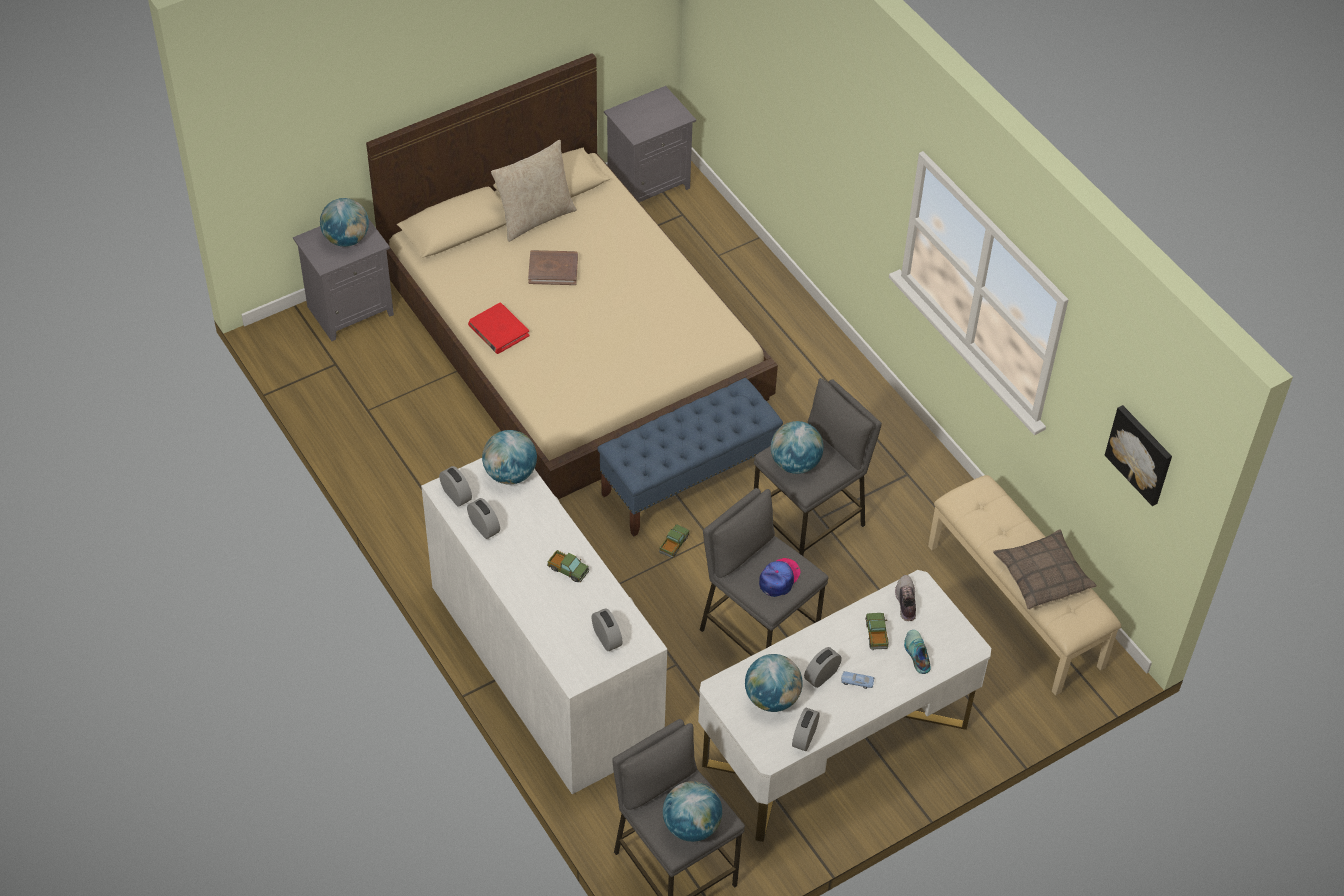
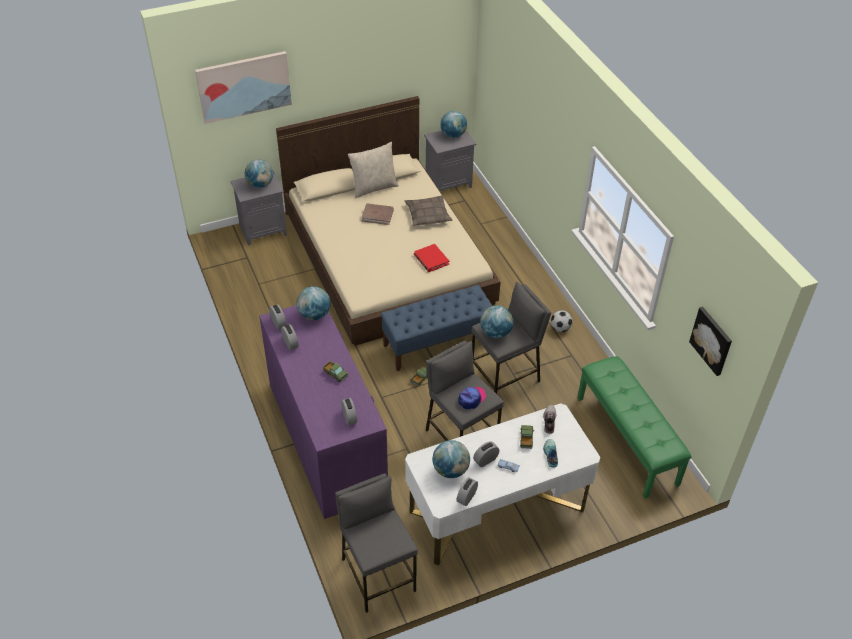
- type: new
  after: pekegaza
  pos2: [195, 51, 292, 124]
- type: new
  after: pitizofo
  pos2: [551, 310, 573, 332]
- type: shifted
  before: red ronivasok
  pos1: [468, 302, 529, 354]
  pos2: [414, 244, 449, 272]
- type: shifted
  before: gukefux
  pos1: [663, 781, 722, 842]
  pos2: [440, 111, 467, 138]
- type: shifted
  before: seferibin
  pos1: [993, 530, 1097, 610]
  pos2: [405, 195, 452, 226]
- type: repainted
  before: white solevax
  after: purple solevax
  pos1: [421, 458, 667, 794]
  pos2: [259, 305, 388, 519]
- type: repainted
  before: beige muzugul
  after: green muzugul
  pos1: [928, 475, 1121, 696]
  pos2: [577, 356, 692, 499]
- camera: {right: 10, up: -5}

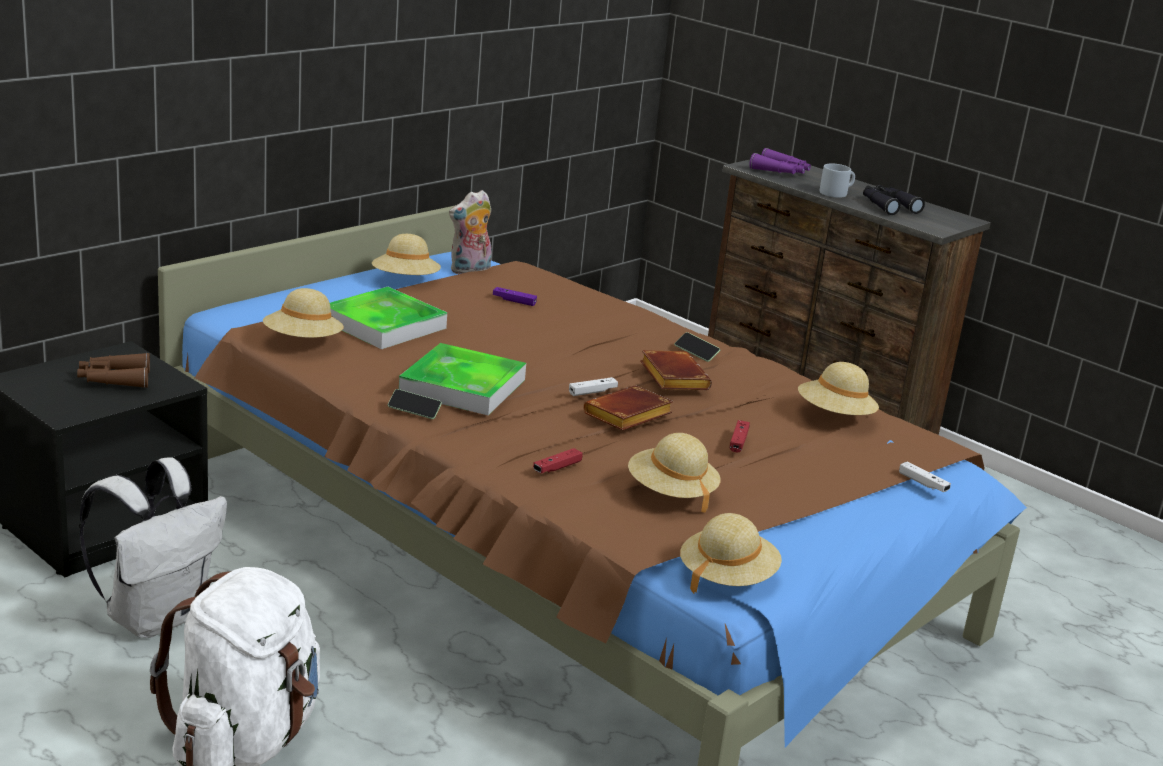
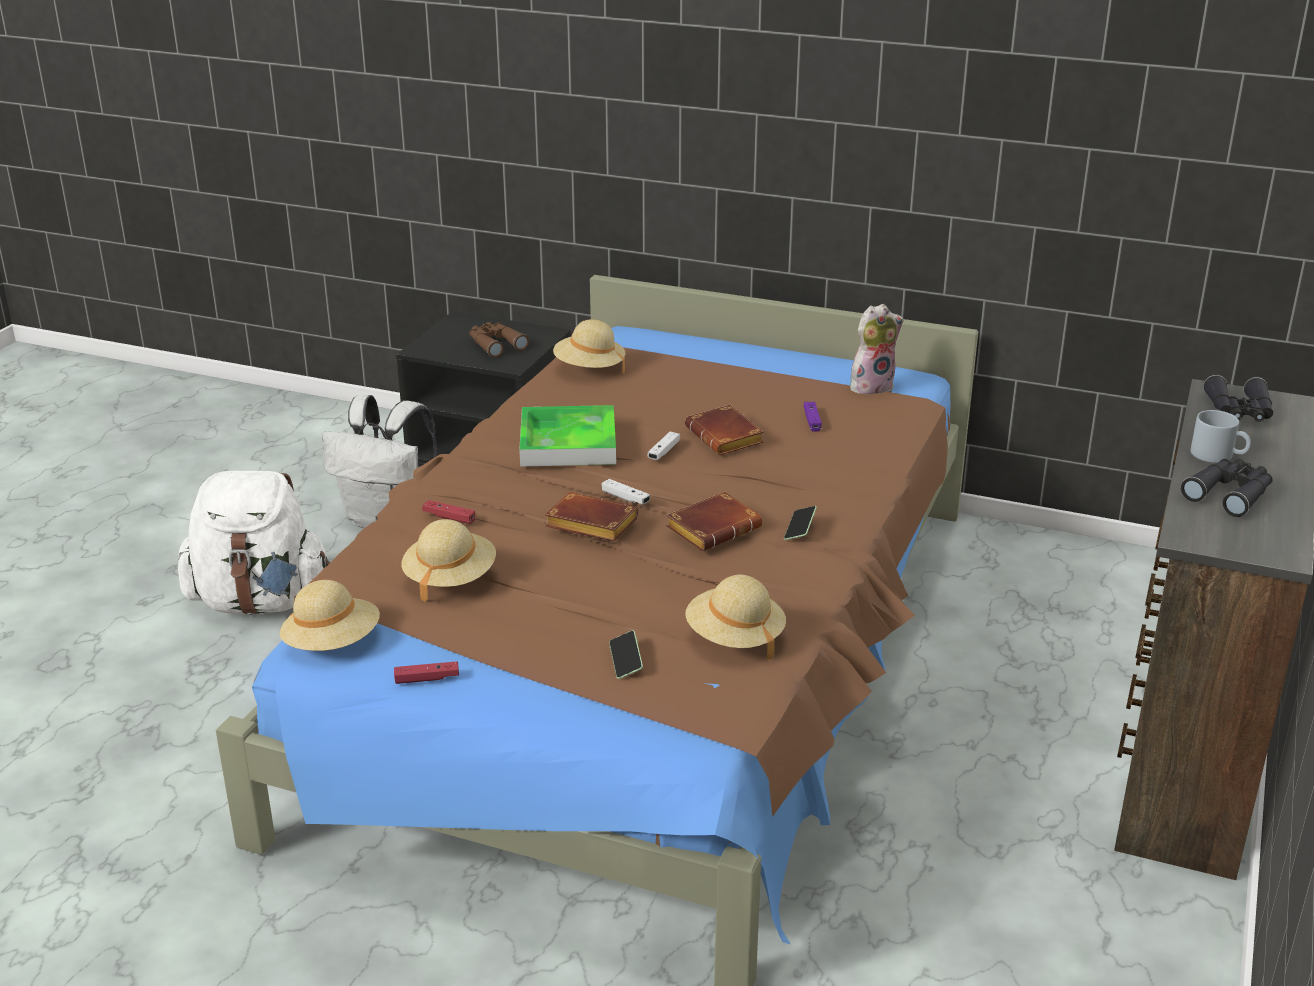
- type: gone
  before: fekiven
  pos1: [330, 287, 447, 349]
- type: gone
  before: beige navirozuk
  pos1: [372, 234, 441, 275]
- type: new
  after: brown ronivasok
  pos2: [685, 405, 764, 455]
- type: shifted
  before: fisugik
  pos1: [388, 389, 442, 419]
  pos2: [609, 630, 643, 679]
- type: shifted
  before: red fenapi
  pos1: [730, 420, 750, 453]
  pos2: [394, 661, 459, 684]
- type: shifted
  before: white fenapi
  pos1: [899, 461, 951, 492]
  pos2: [648, 432, 680, 460]
- type: repainted
  before: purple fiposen
  after: black fiposen
  pos1: [749, 148, 811, 174]
  pos2: [1203, 374, 1273, 422]
- type: rotated
  before: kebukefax
  pos1: [449, 190, 492, 274]
  pos2: [850, 304, 904, 394]
  turn: 120
- camera: {right: 70, up: 5}

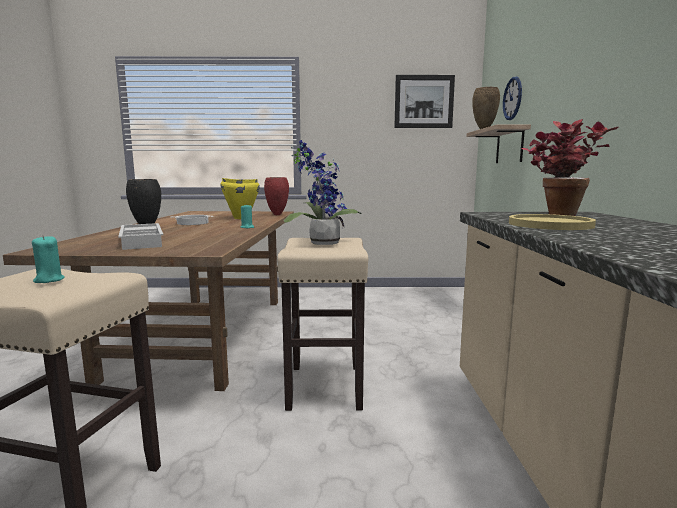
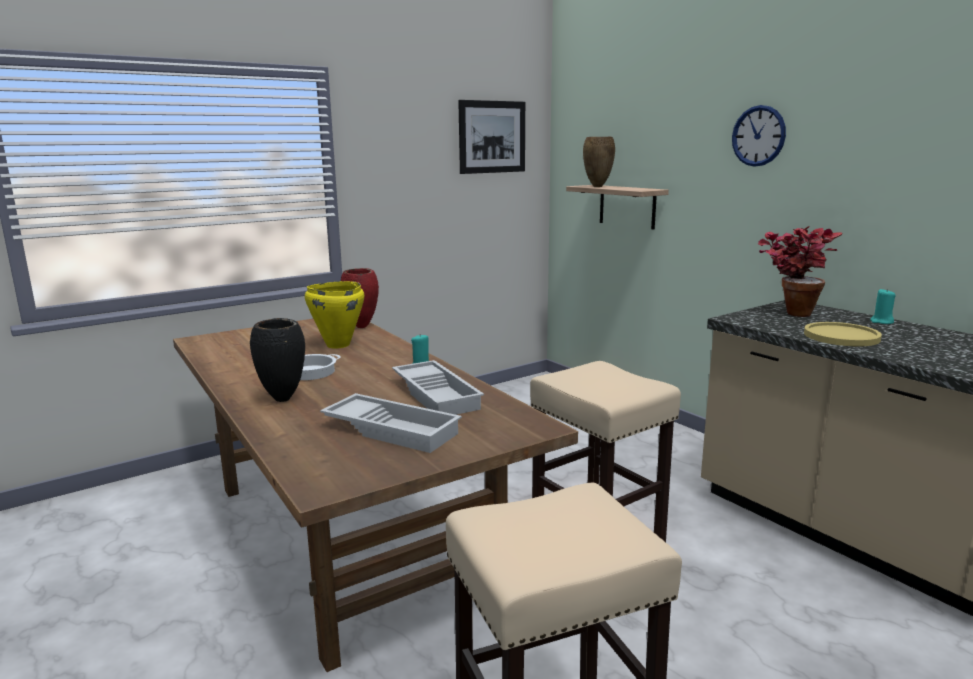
- type: gone
  before: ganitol
  pos1: [284, 140, 362, 245]
- type: new
  after: white fekiven
  pos2: [392, 360, 484, 415]
- type: shifted
  before: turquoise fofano
  pos1: [32, 235, 65, 283]
  pos2: [870, 289, 896, 324]
- type: shifted
  before: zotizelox
  pos1: [503, 77, 522, 120]
  pos2: [732, 105, 786, 167]
- camera: {right: -35, up: 5}

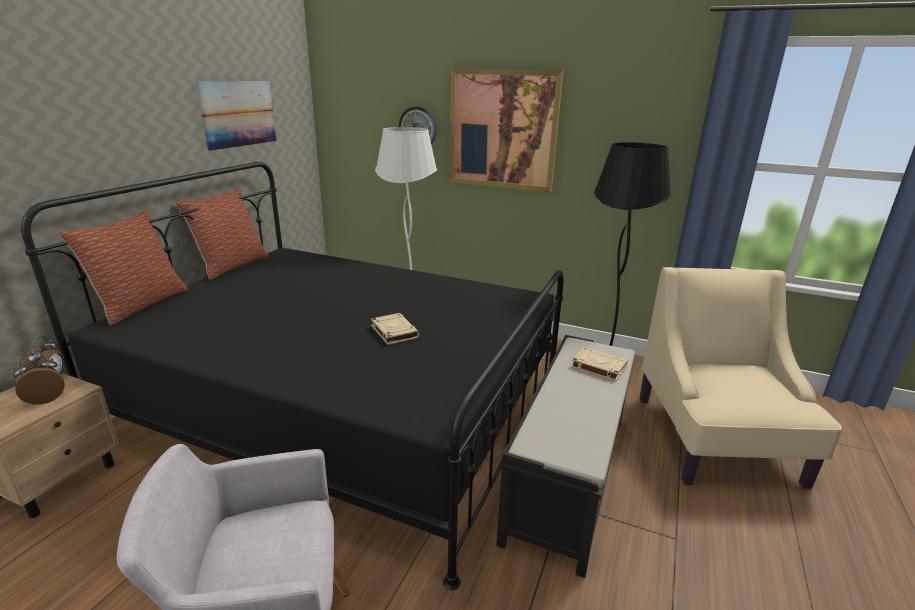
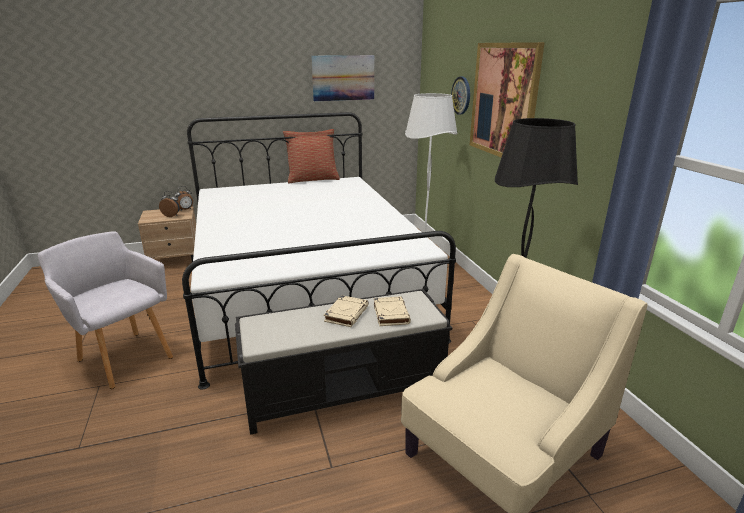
- type: gone
  before: seferibin
  pos1: [59, 210, 188, 326]
- type: shifted
  before: beige ronivasok
  pos1: [371, 313, 420, 345]
  pos2: [324, 295, 369, 327]
- type: repainted
  before: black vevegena
  after: white vevegena
  pos1: [21, 162, 563, 590]
  pos2: [182, 112, 456, 390]
- camera: {right: 50, up: 0}

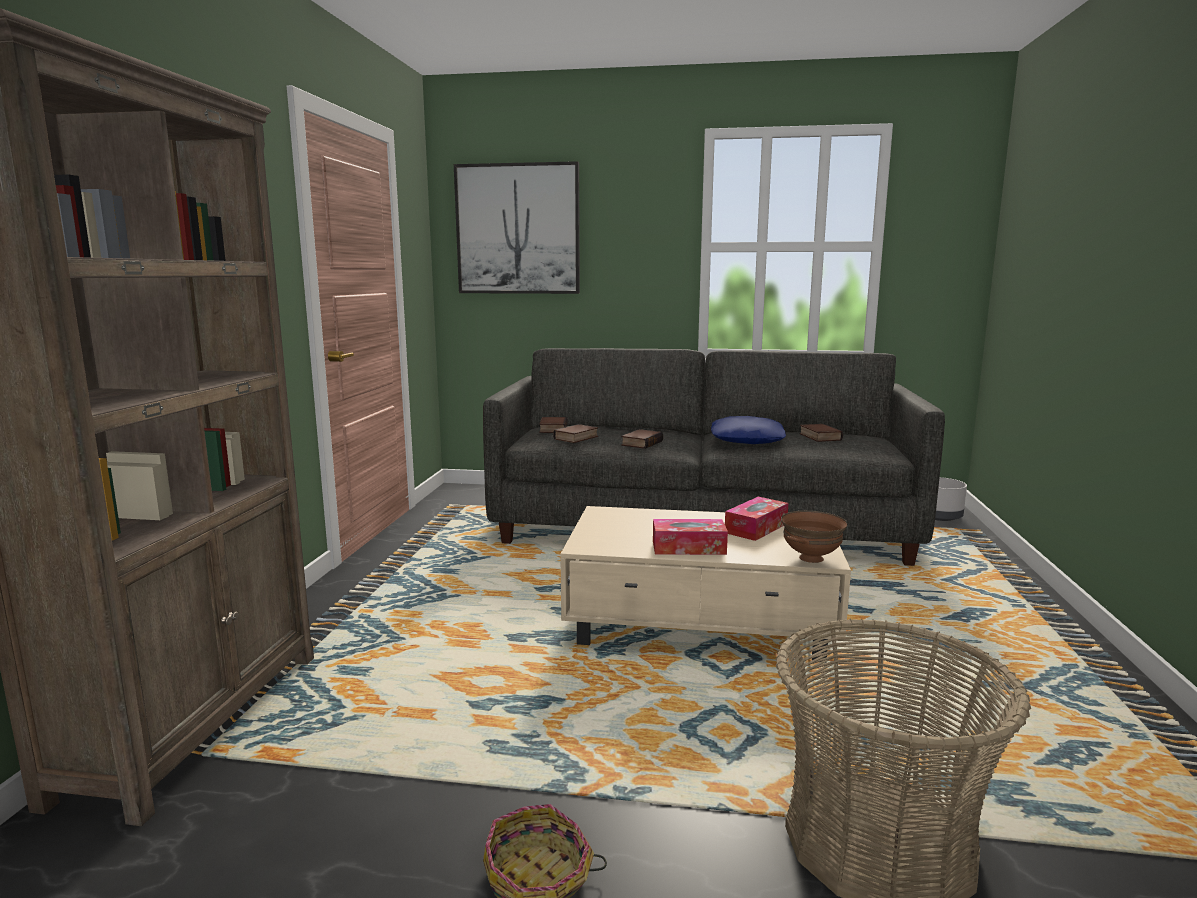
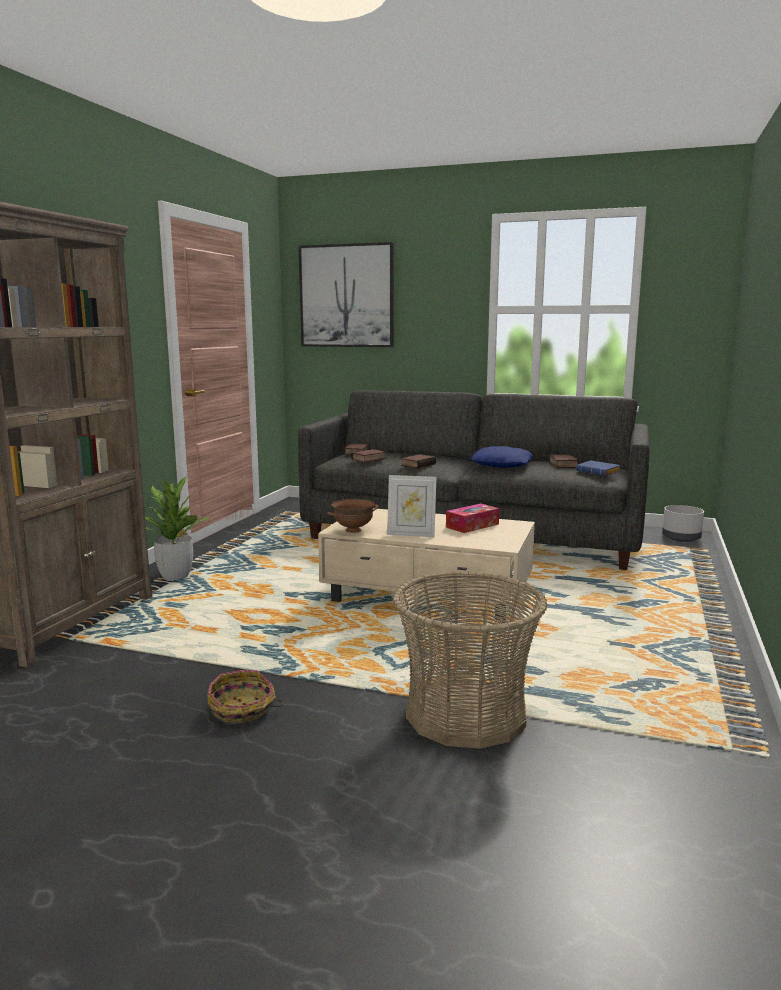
- type: new
  after: ganitol
  pos2: [144, 476, 210, 581]
- type: new
  after: blue ronivasok
  pos2: [576, 460, 621, 476]
- type: shifted
  before: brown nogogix
  pos1: [781, 511, 848, 563]
  pos2: [327, 499, 378, 533]
- type: swapped
  before: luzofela
  after: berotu
  pos1: [653, 519, 728, 555]
  pos2: [387, 475, 437, 537]
- camera: {right: 10, up: 0}

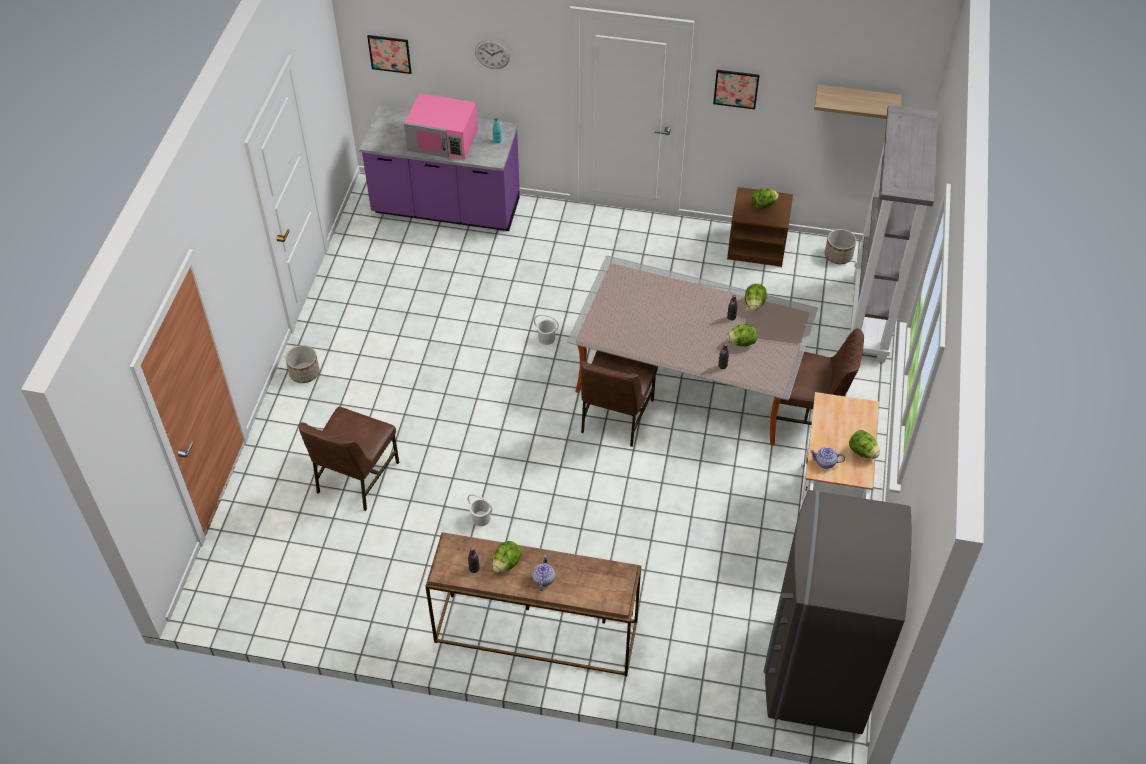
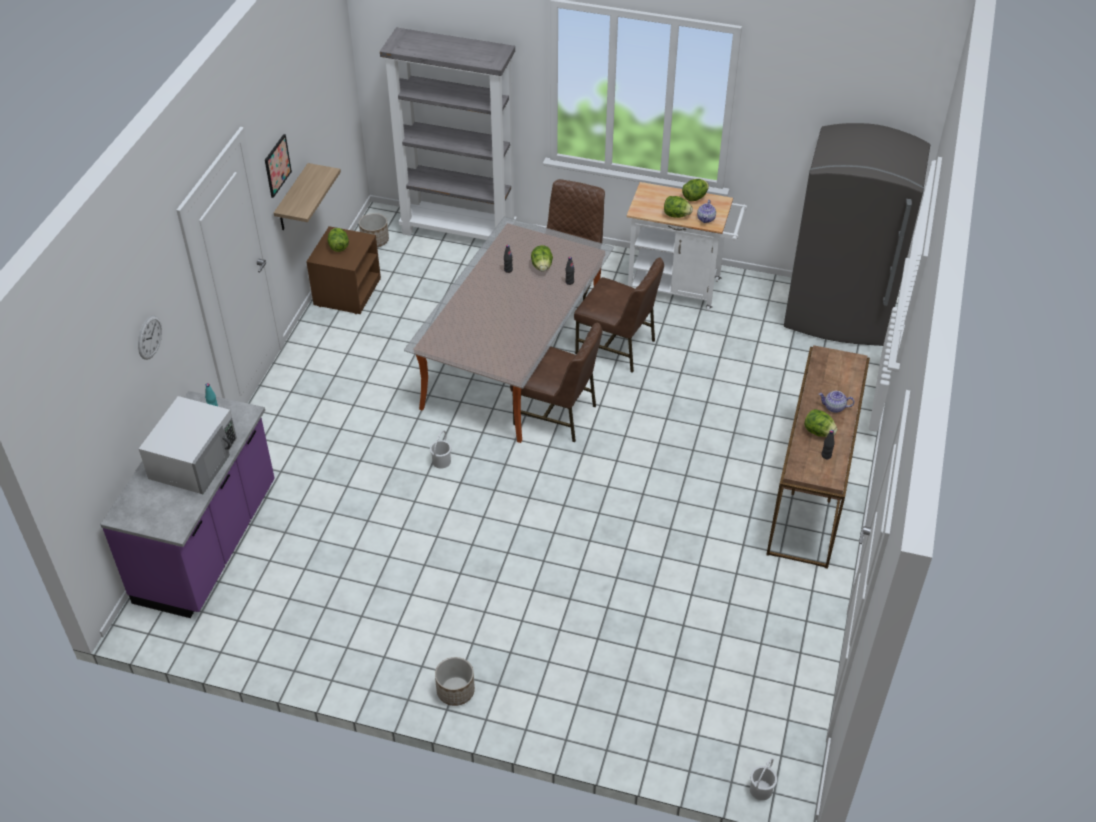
- type: gone
  before: pekegaza
  pos1: [367, 35, 412, 74]
- type: shifted
  before: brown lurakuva
  pos1: [299, 407, 399, 511]
  pos2: [574, 258, 664, 373]
- type: shifted
  before: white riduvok
  pos1: [467, 494, 493, 526]
  pos2: [750, 758, 777, 800]
- type: shifted
  before: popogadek
  pos1: [745, 284, 767, 311]
  pos2: [664, 196, 693, 218]
- type: shifted
  before: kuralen
  pos1: [814, 84, 902, 119]
  pos2: [274, 163, 341, 230]
- type: repainted
  before: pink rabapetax
  after: white rabapetax
  pos1: [404, 93, 478, 159]
  pos2: [139, 396, 237, 494]
- camera: {right: -85, up: -5}

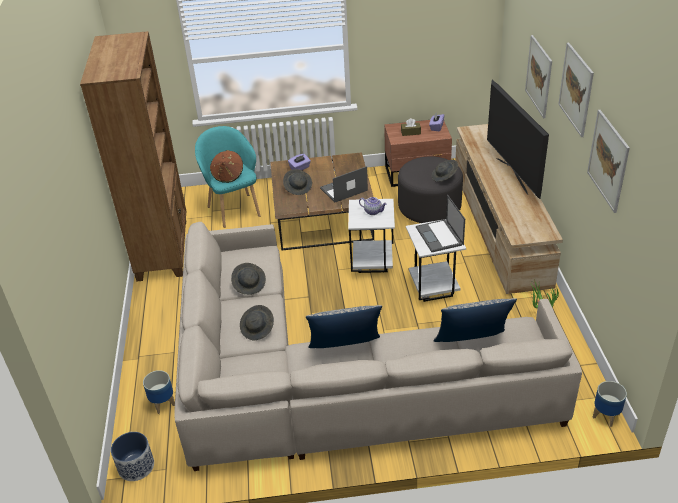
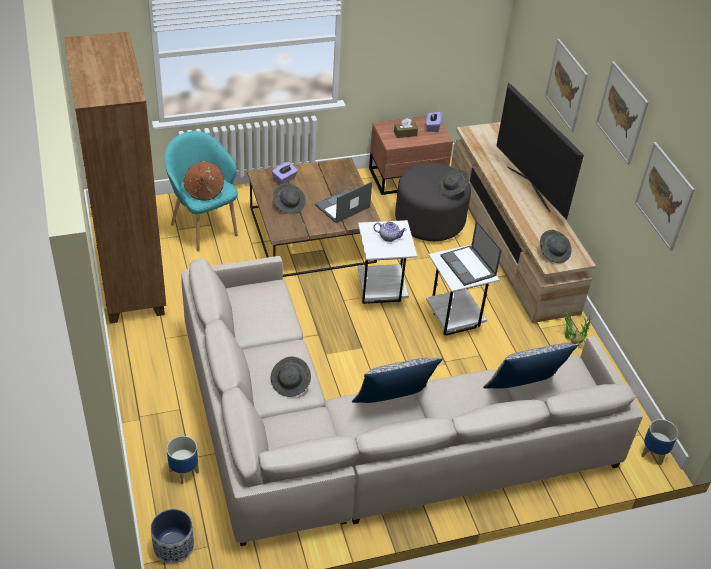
- type: shifted
  before: grey navirozuk
  pos1: [231, 263, 266, 295]
  pos2: [540, 230, 572, 263]
- camera: {right: -15, up: 5}

